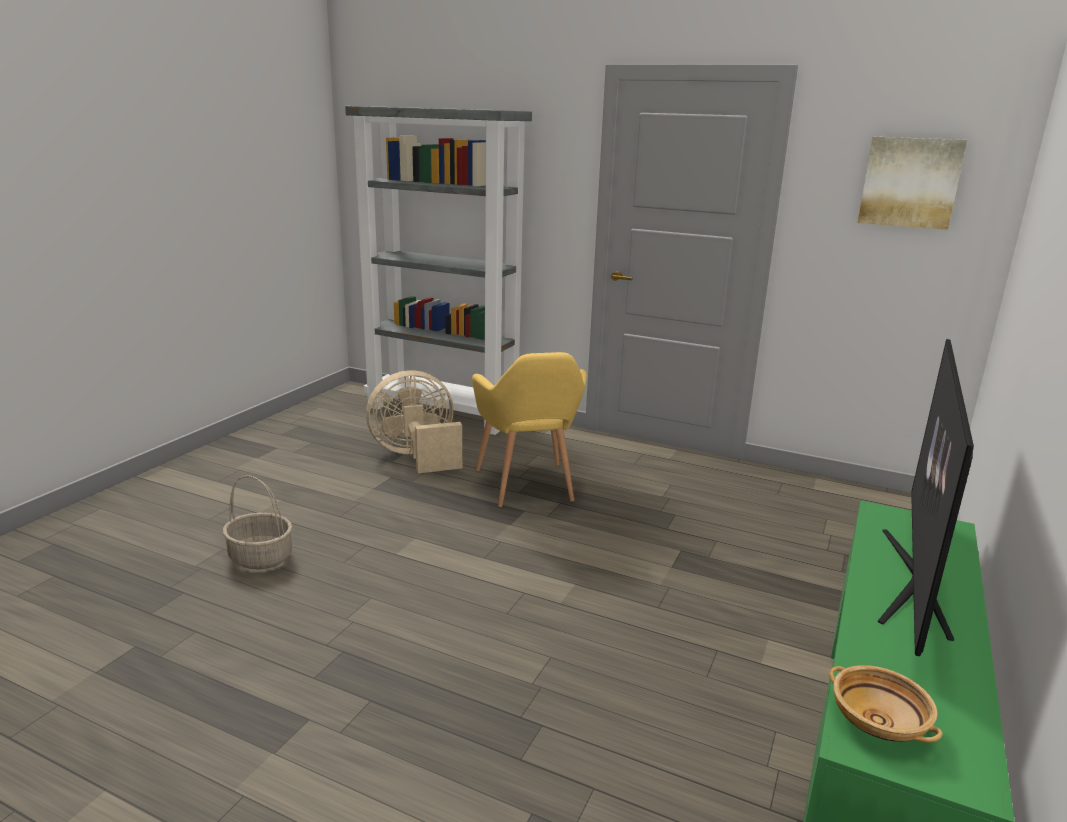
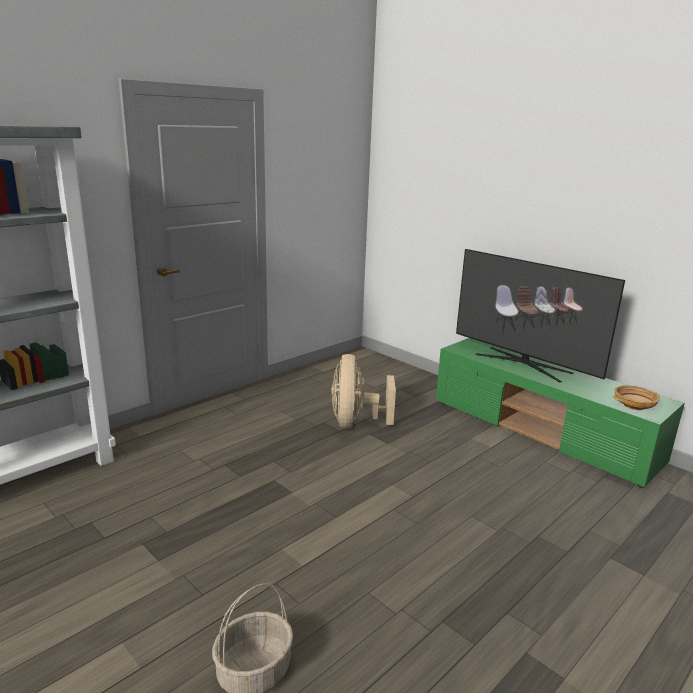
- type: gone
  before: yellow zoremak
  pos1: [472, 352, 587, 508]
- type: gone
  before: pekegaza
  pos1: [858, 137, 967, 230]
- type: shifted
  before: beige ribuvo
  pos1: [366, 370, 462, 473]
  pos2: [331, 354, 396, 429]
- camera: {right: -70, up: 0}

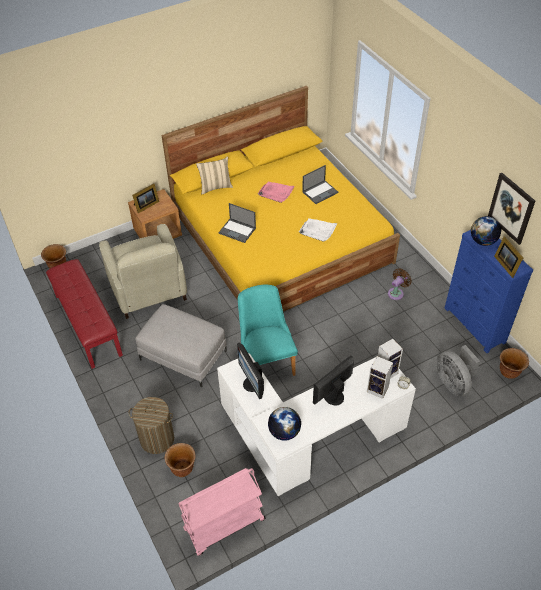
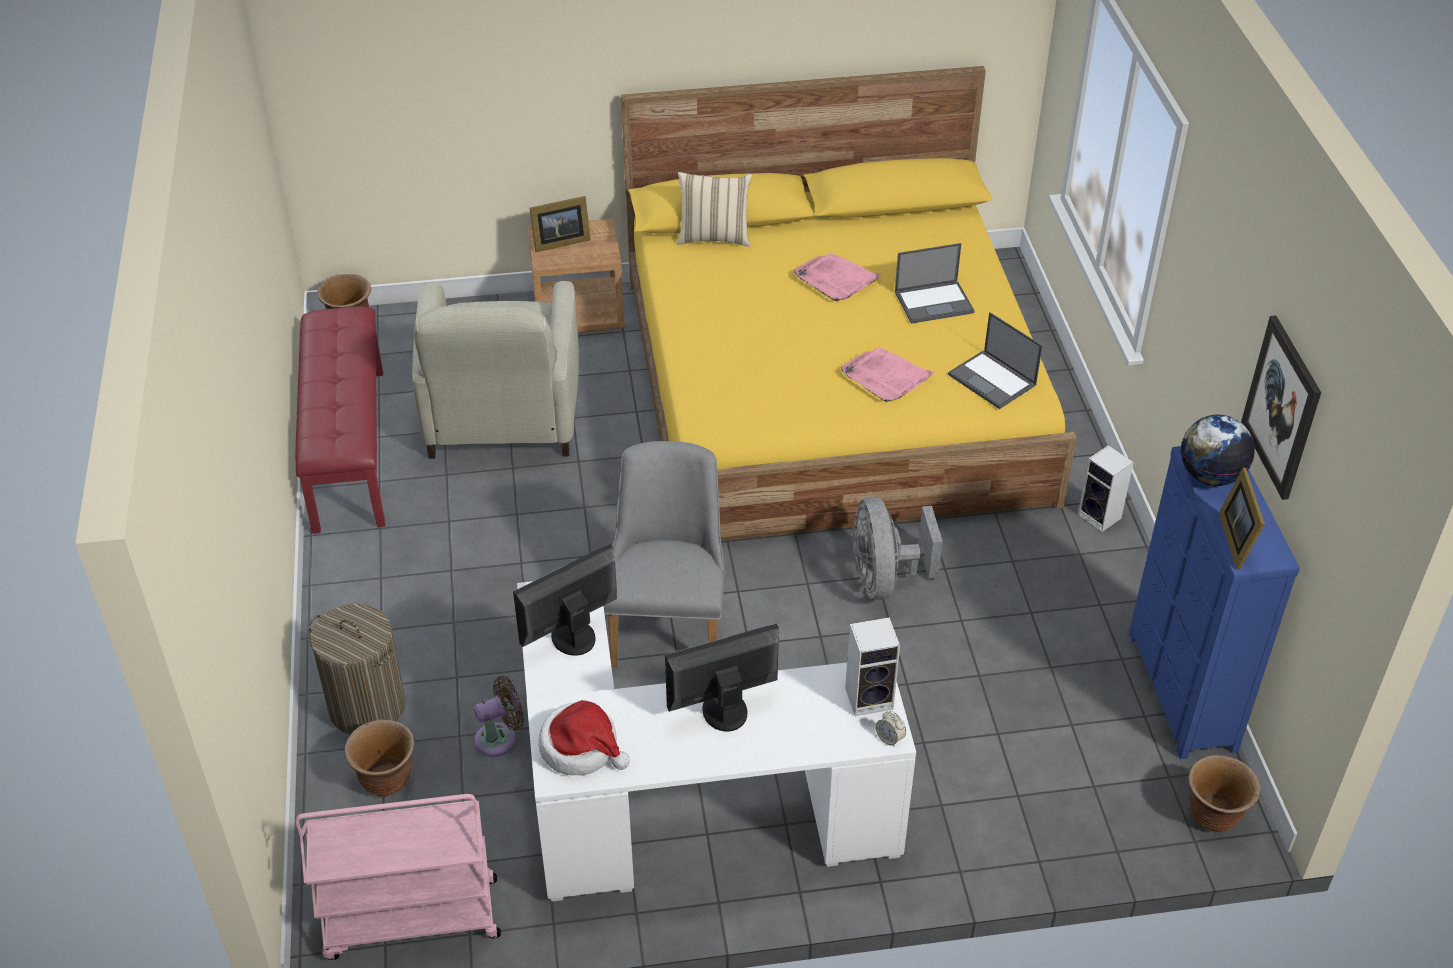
- type: gone
  before: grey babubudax
  pos1: [135, 304, 227, 387]
- type: shifted
  before: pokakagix
  pos1: [219, 203, 256, 243]
  pos2: [948, 312, 1043, 409]
- type: shifted
  before: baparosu
  pos1: [367, 356, 393, 399]
  pos2: [1078, 445, 1134, 532]
- type: shifted
  before: brown ribuvo
  pos1: [388, 268, 412, 300]
  pos2: [474, 676, 524, 757]
- type: shifted
  before: grey ribuvo
  pos1: [436, 345, 480, 396]
  pos2: [853, 497, 943, 600]
- type: swapped
  before: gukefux
  after: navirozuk
  pos1: [268, 407, 301, 441]
  pos2: [538, 700, 630, 776]
- type: repainted
  before: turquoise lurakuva
  after: grey lurakuva
  pos1: [238, 285, 298, 376]
  pos2: [604, 441, 725, 667]
- type: repainted
  before: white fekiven
  after: pink fekiven
  pos1: [299, 218, 338, 242]
  pos2: [841, 347, 935, 402]
- type: rotated
  before: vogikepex
  pos1: [237, 342, 264, 399]
  pos2: [513, 543, 617, 656]
  turn: 60
- camera: {right: 20, up: -5}

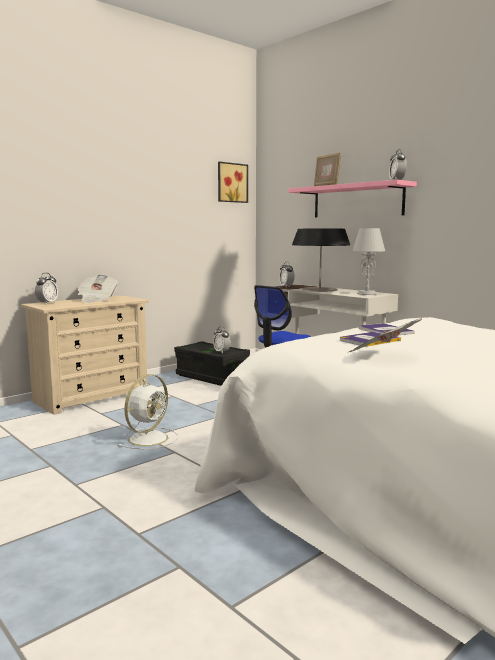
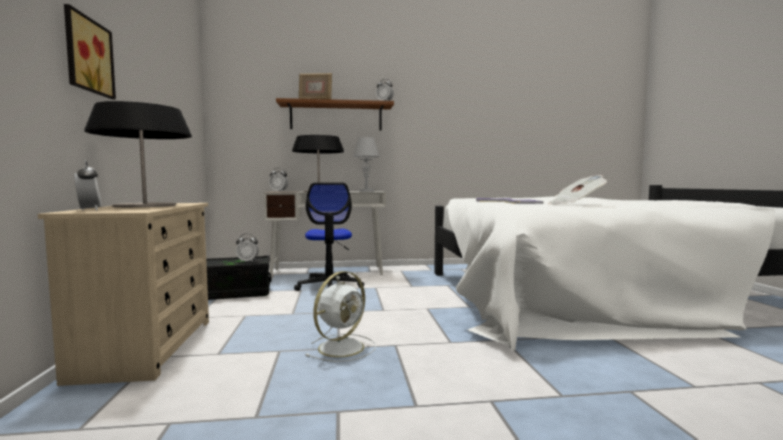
- type: shifted
  before: pekegaza
  pos1: [218, 162, 248, 203]
  pos2: [64, 4, 116, 99]
- type: swapped
  before: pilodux
  after: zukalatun
  pos1: [77, 274, 119, 303]
  pos2: [84, 101, 192, 207]
- type: repainted
  before: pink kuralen
  after: brown kuralen
  pos1: [288, 180, 417, 218]
  pos2: [276, 98, 394, 131]
- type: rotated
  before: white ribuvo
  pos1: [118, 374, 178, 450]
  pos2: [306, 271, 376, 362]
  turn: 60
- camera: {right: -55, up: -5}

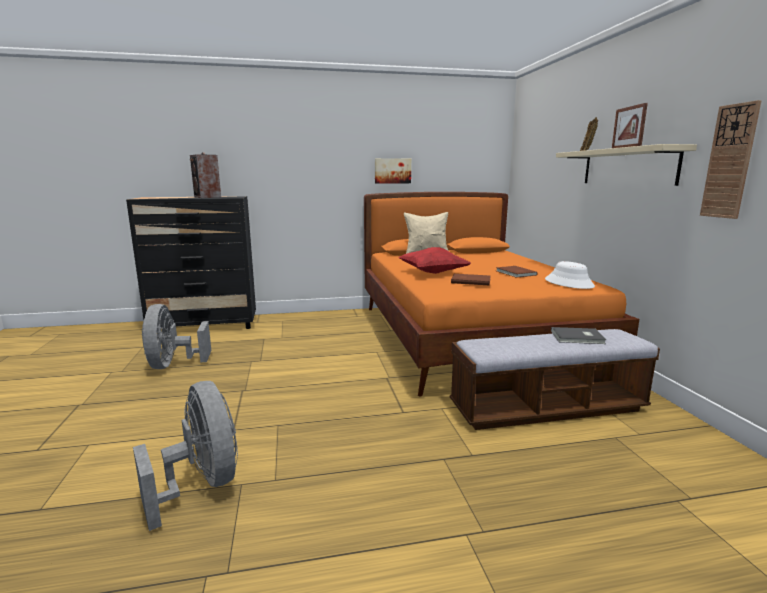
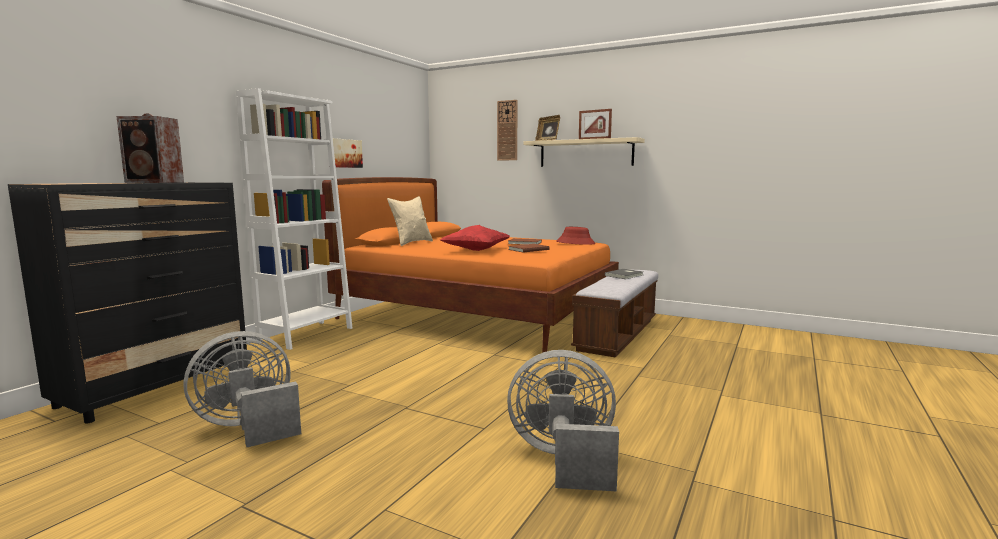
- type: new
  after: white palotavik
  pos2: [236, 88, 352, 350]
- type: shifted
  before: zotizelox
  pos1: [700, 100, 762, 219]
  pos2: [497, 100, 518, 161]
- type: repainted
  before: white navirozuk
  after: red navirozuk
  pos1: [545, 261, 595, 289]
  pos2: [556, 227, 595, 245]
- type: rotated
  before: grey ribuvo
  pos1: [142, 304, 211, 369]
  pos2: [184, 331, 301, 447]
  turn: 120
- camera: {right: -50, up: -5}

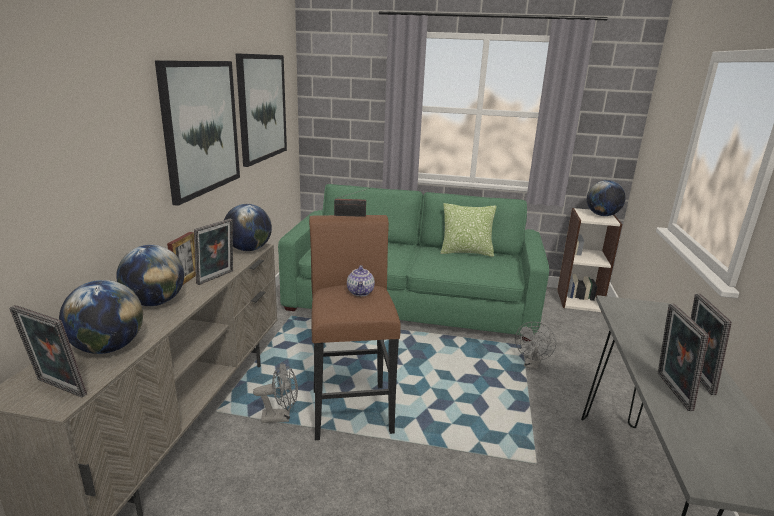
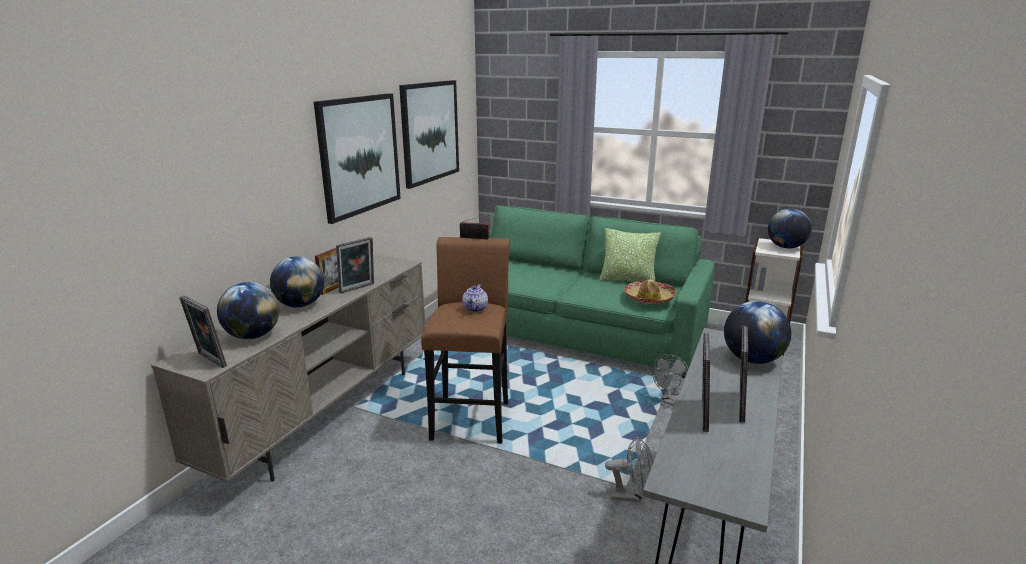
- type: new
  after: navirozuk
  pos2: [624, 279, 677, 304]
- type: shifted
  before: gukefux
  pos1: [224, 204, 272, 251]
  pos2: [724, 301, 791, 364]
- type: shifted
  before: grey ribuvo
  pos1: [253, 362, 298, 423]
  pos2: [605, 436, 653, 502]
- camera: {right: 15, up: 0}

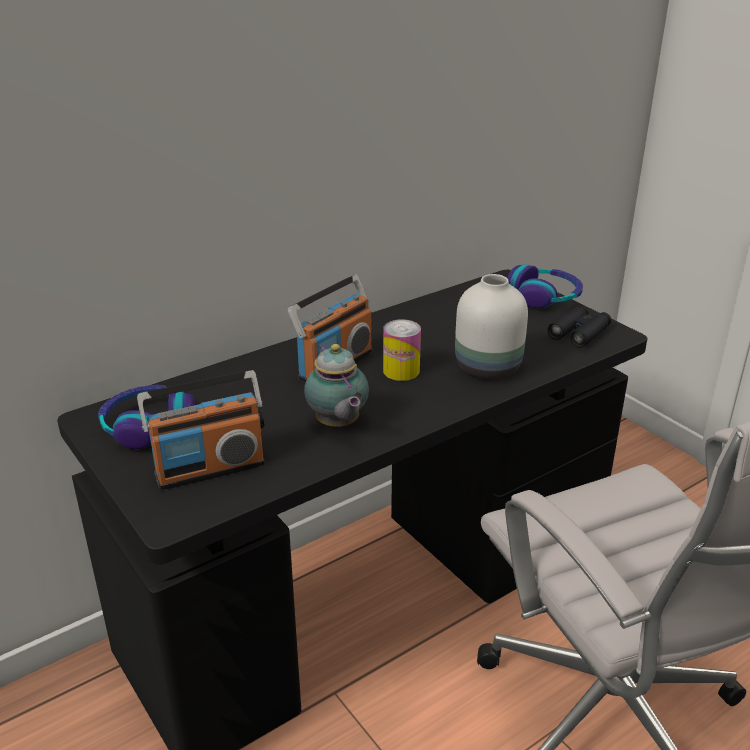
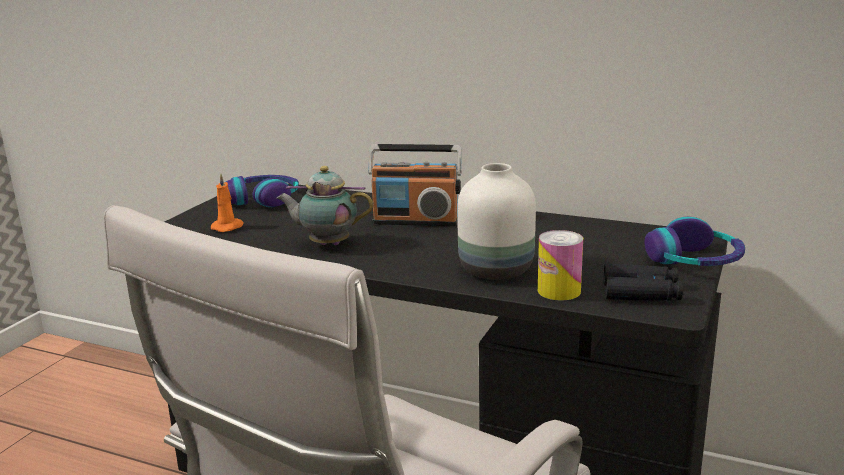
- type: shifted
  before: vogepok
  pos1: [383, 319, 421, 381]
  pos2: [538, 230, 583, 301]
- type: swapped
  before: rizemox
  after: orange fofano
  pos1: [137, 370, 265, 490]
  pos2: [211, 173, 243, 232]
- type: rotated
  before: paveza
  pos1: [304, 344, 369, 427]
  pos2: [277, 166, 374, 245]
  turn: 60
- camera: {right: 60, up: -10}

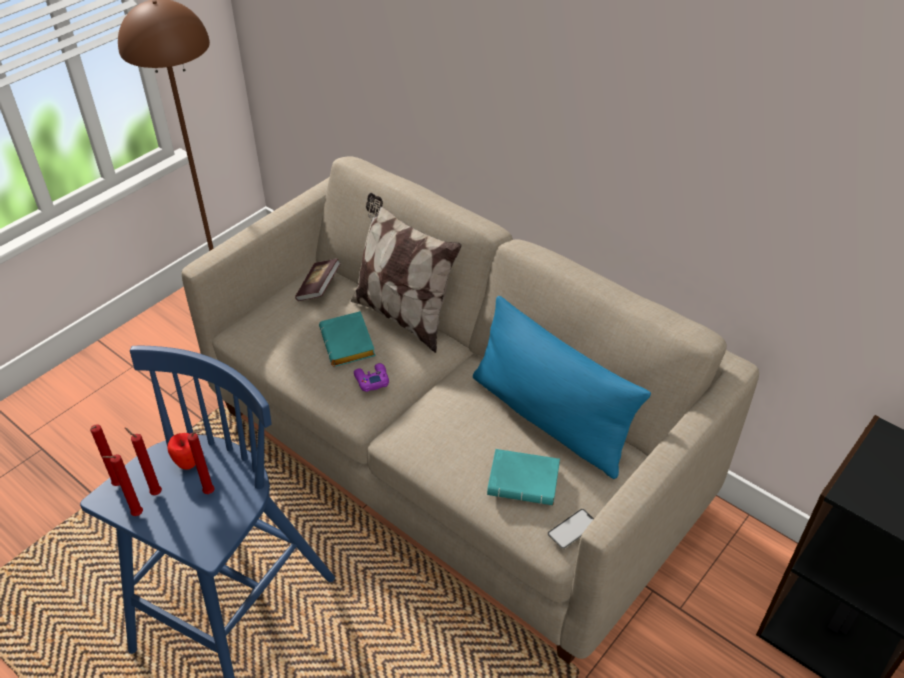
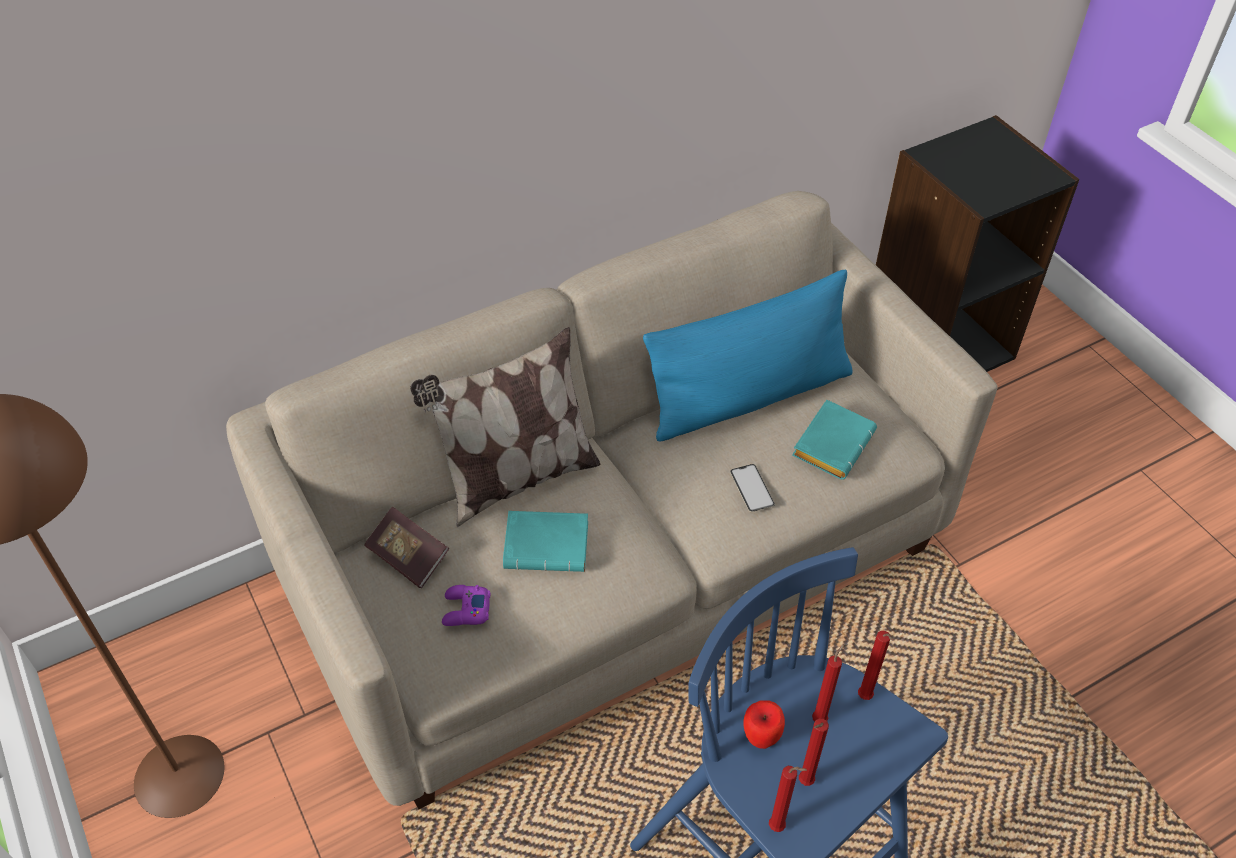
- type: shifted
  before: red fofano
  pos1: [102, 454, 143, 516]
  pos2: [858, 631, 893, 700]
- type: shifted
  before: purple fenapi
  pos1: [354, 363, 389, 392]
  pos2: [442, 585, 490, 626]
- type: shifted
  before: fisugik
  pos1: [548, 509, 594, 549]
  pos2: [730, 464, 775, 512]
- camera: {right: -70, up: 5}

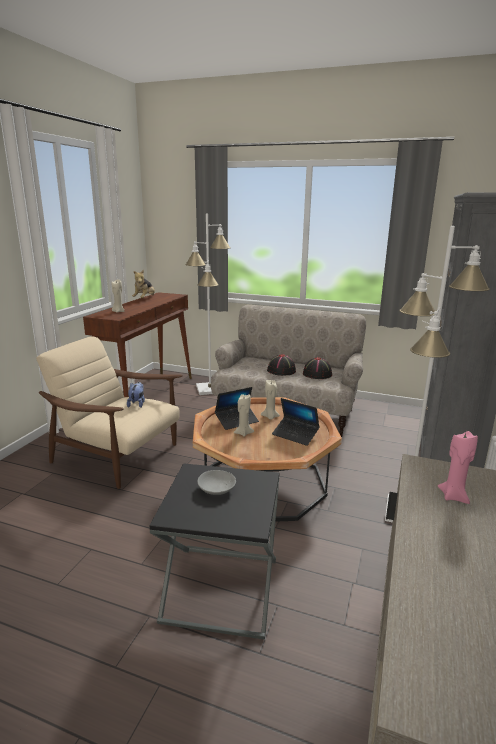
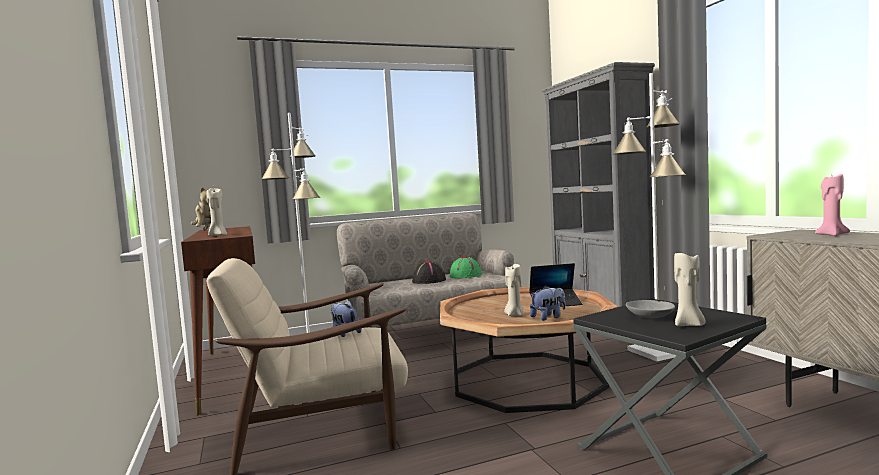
- type: gone
  before: pokakagix
  pos1: [215, 387, 259, 430]
- type: new
  after: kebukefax
  pos2: [530, 286, 566, 320]
- type: shifted
  before: beige fofano
  pos1: [261, 380, 280, 419]
  pos2: [674, 250, 706, 326]
- type: repainted
  before: black navirozuk
  after: green navirozuk
  pos1: [303, 357, 332, 379]
  pos2: [450, 256, 482, 278]
- camera: {right: -40, up: -15}

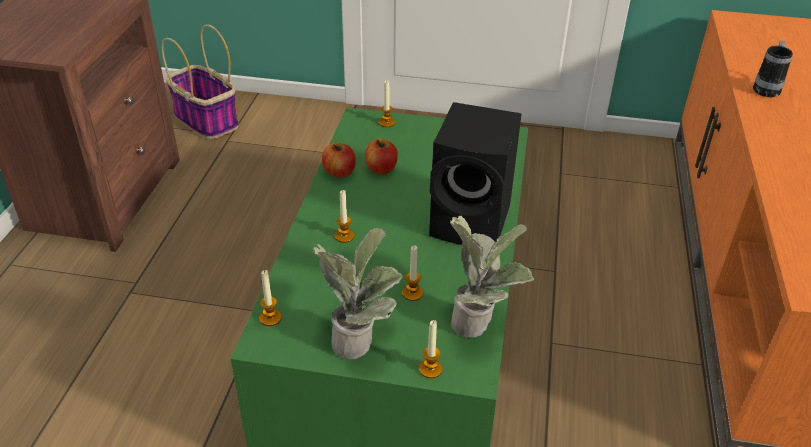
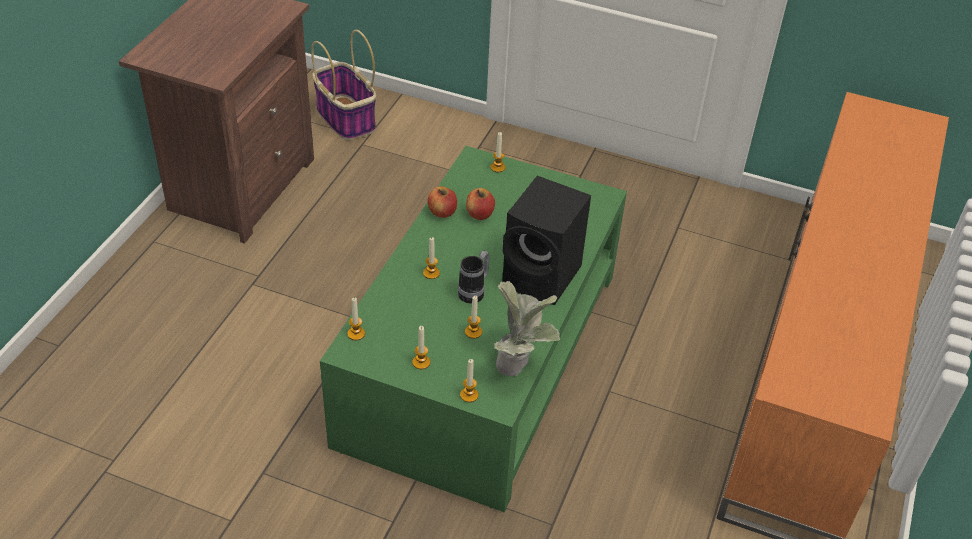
- type: shifted
  before: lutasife
  pos1: [753, 41, 793, 97]
  pos2: [458, 251, 490, 304]
- type: swapped
  before: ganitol
  after: fofano
  pos1: [312, 228, 403, 359]
  pos2: [412, 326, 430, 369]
- camera: {right: 10, up: 5}

